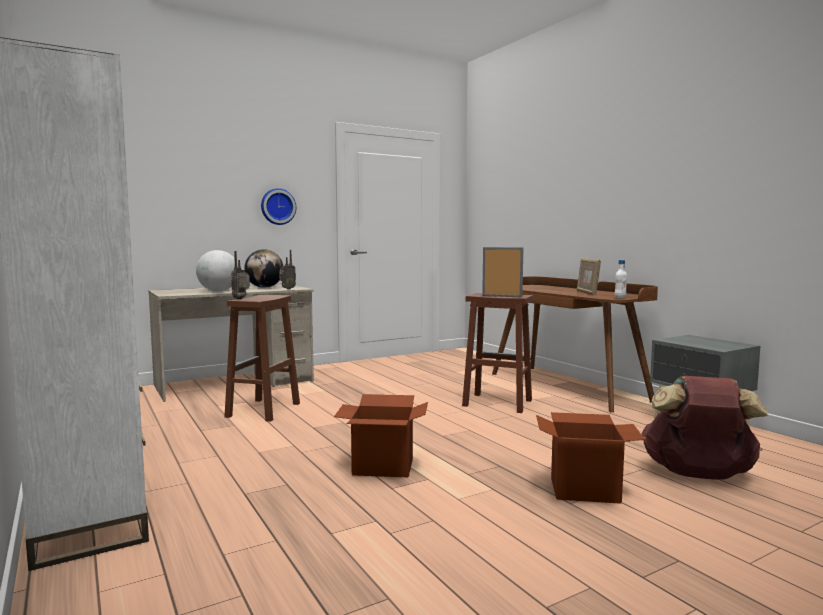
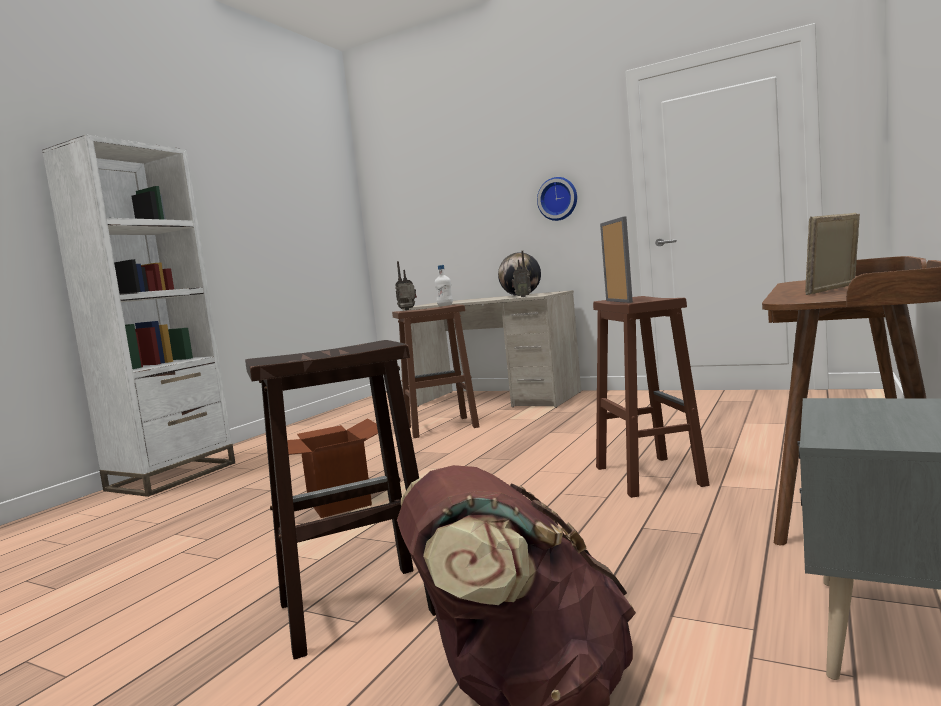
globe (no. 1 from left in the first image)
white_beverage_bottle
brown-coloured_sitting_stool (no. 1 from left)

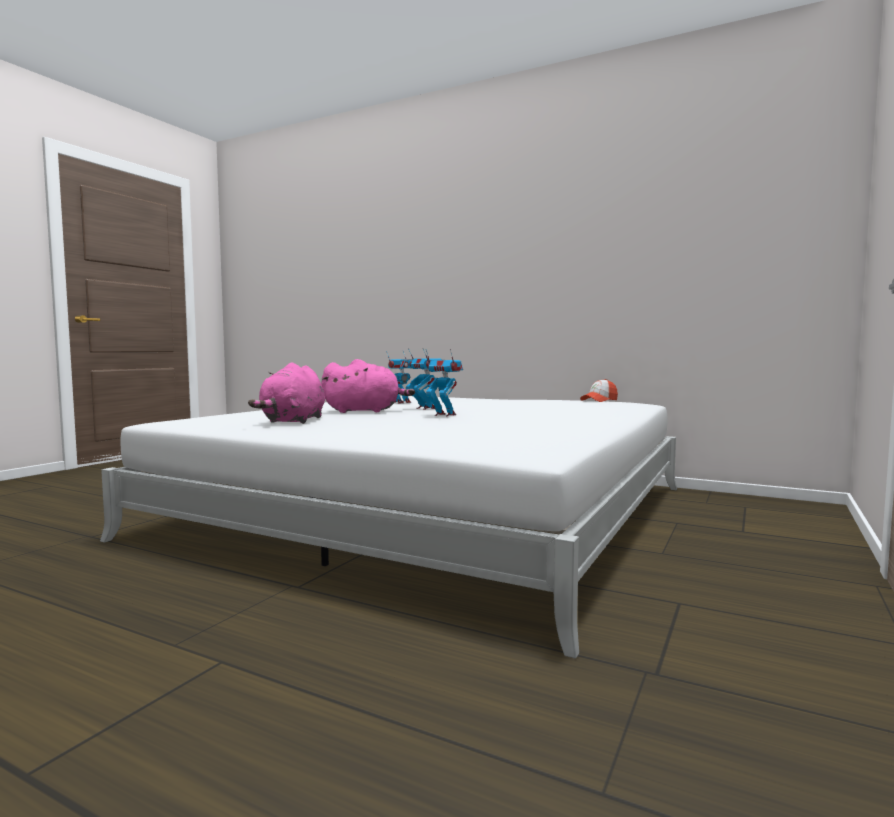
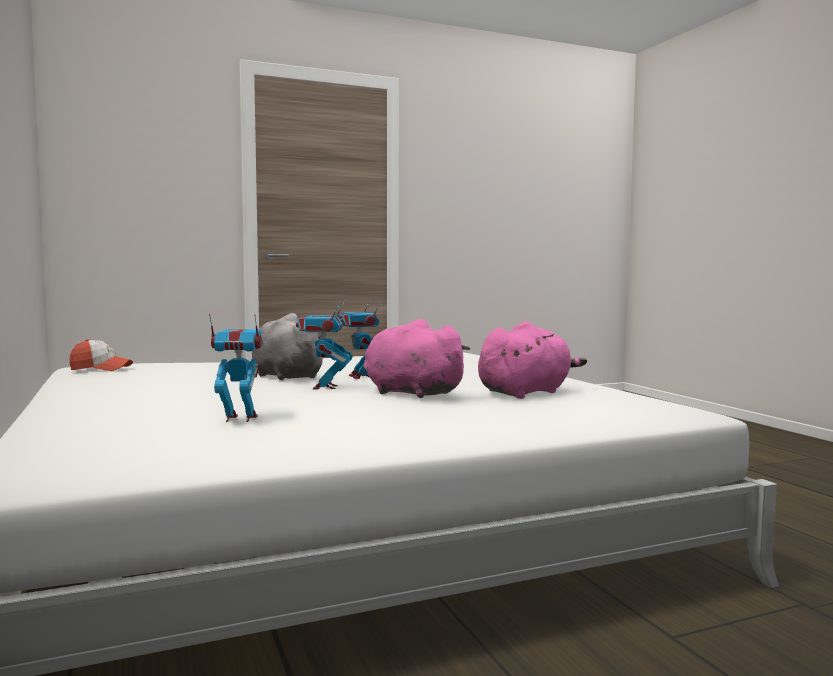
greyish_plush_toy

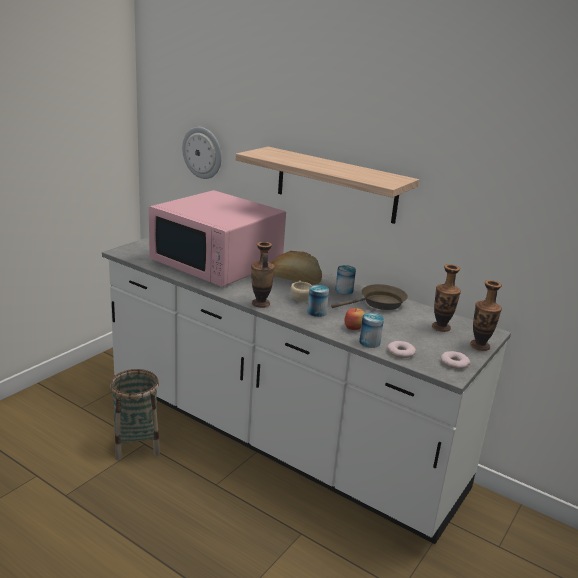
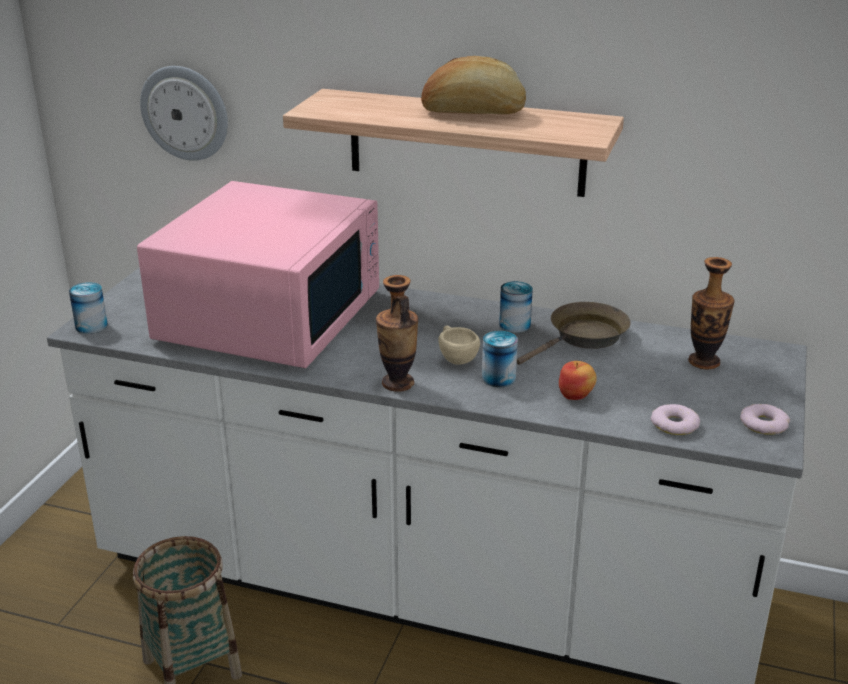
flower_vase (no. 3 from left in the first image)
baked_bread
sealed_can (no. 1 from left)
pink_microwave

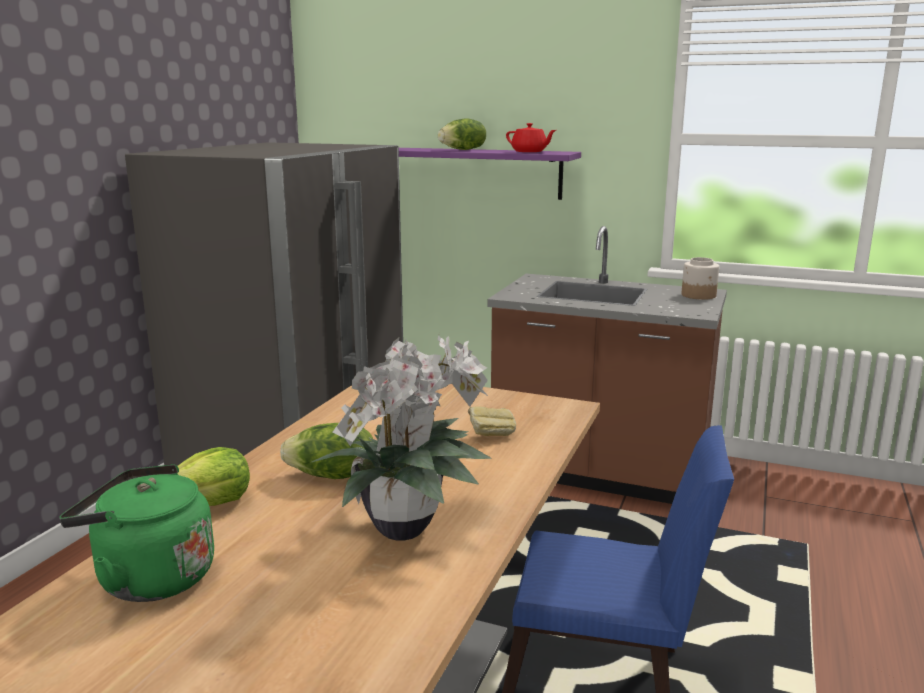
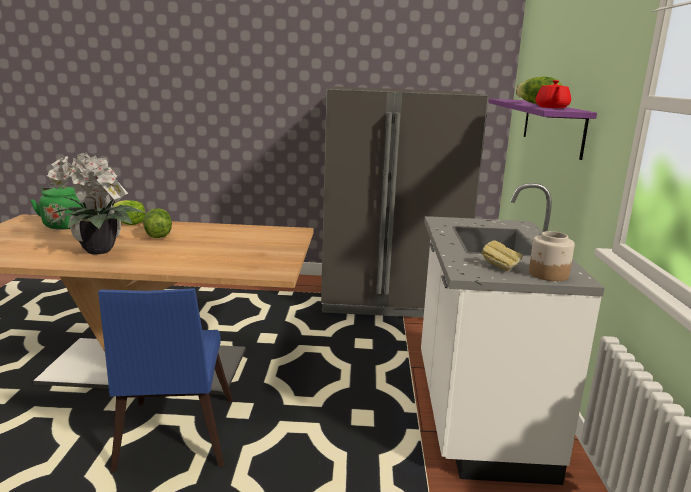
baked_bread
white_kitchen_counter

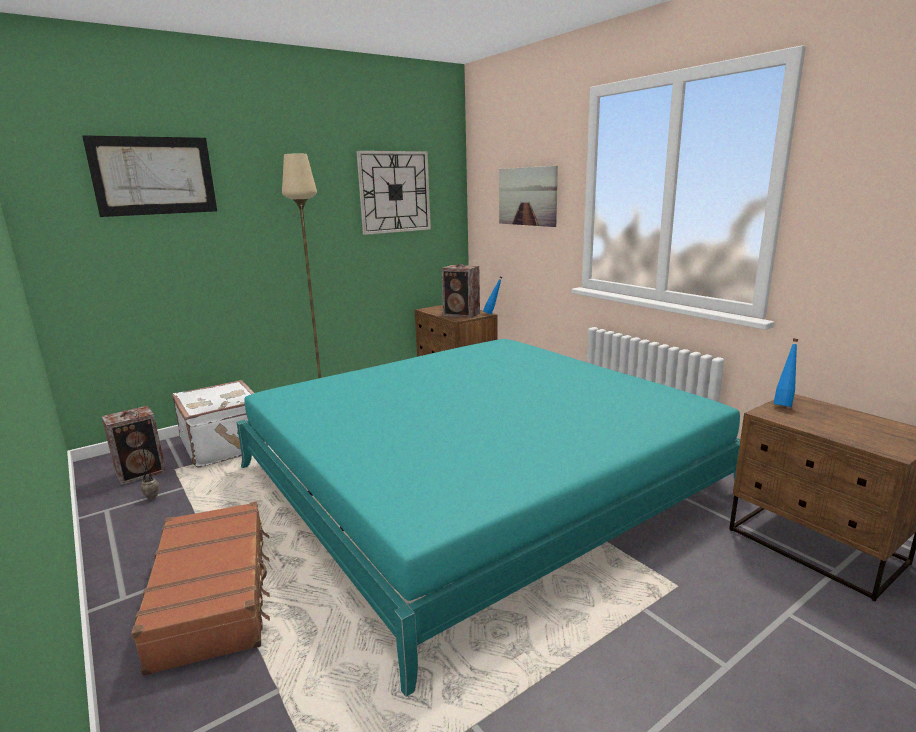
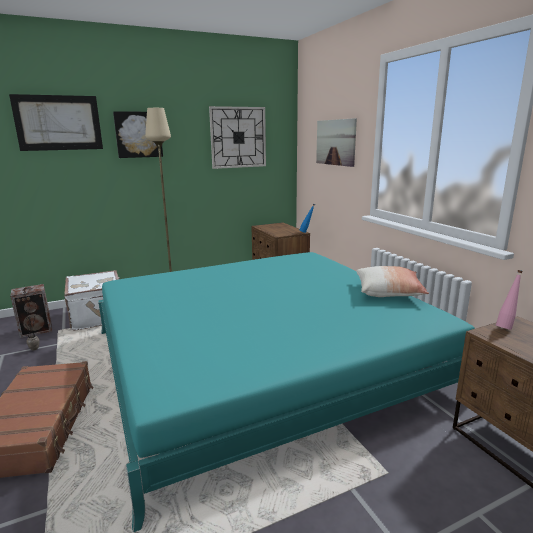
speaker (no. 2 from left in the first image)
picture (no. 2 from left)
throw_pillow
pink_beverage_bottle

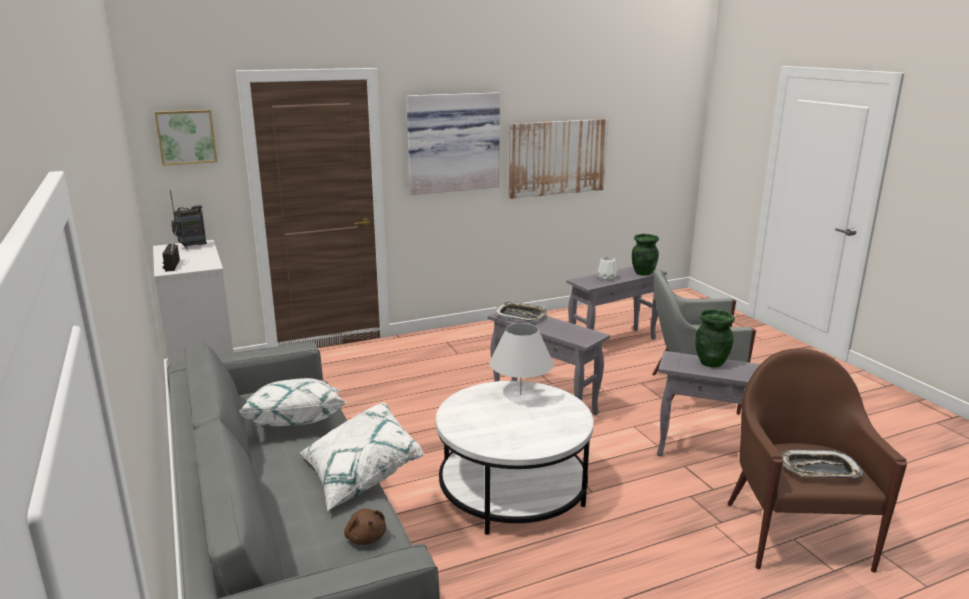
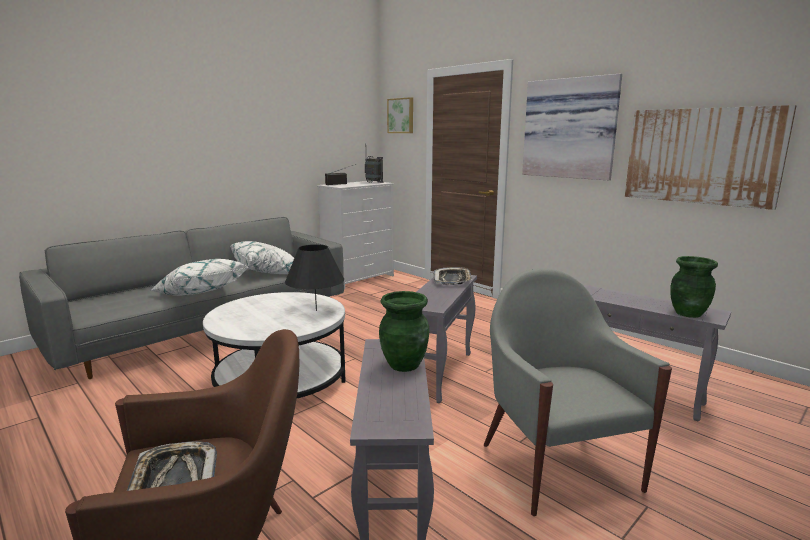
brown-coloured_plush_toy
white_flower_vase
black_tabletop_lamp

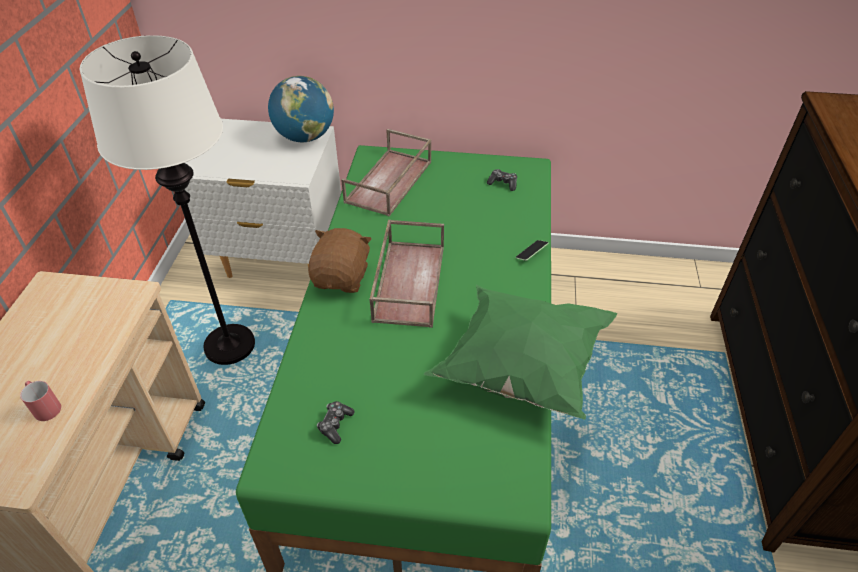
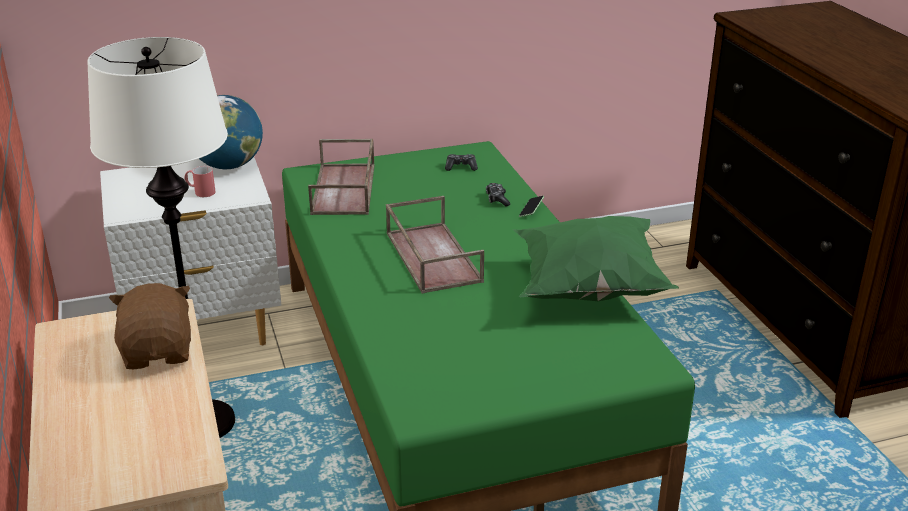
red-coloured_coffee_mug
brown-coloured_plush_toy
game_controller (no. 2 from left)

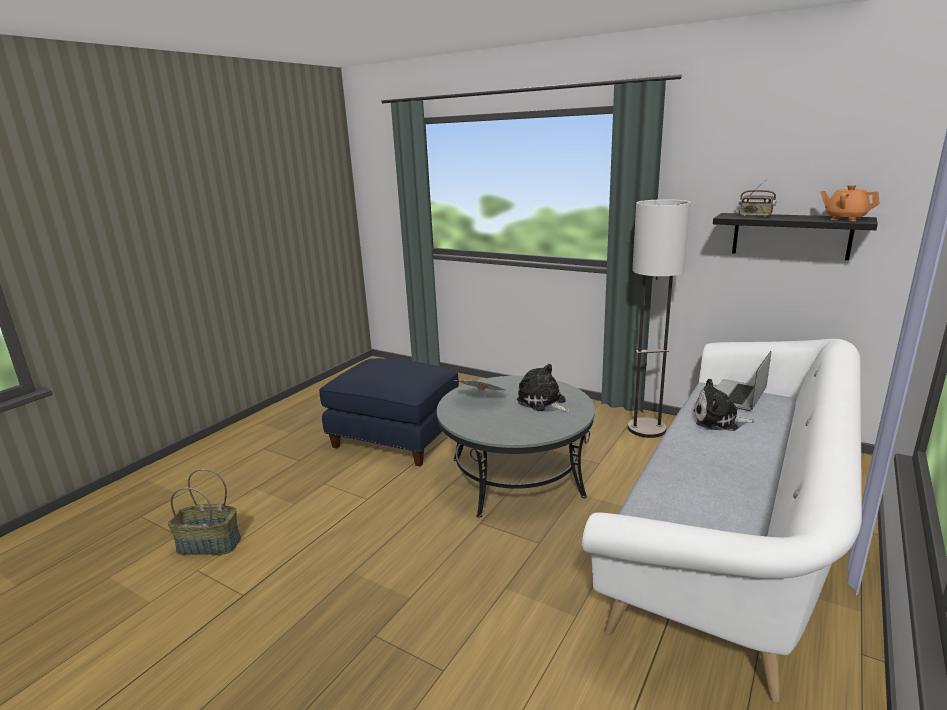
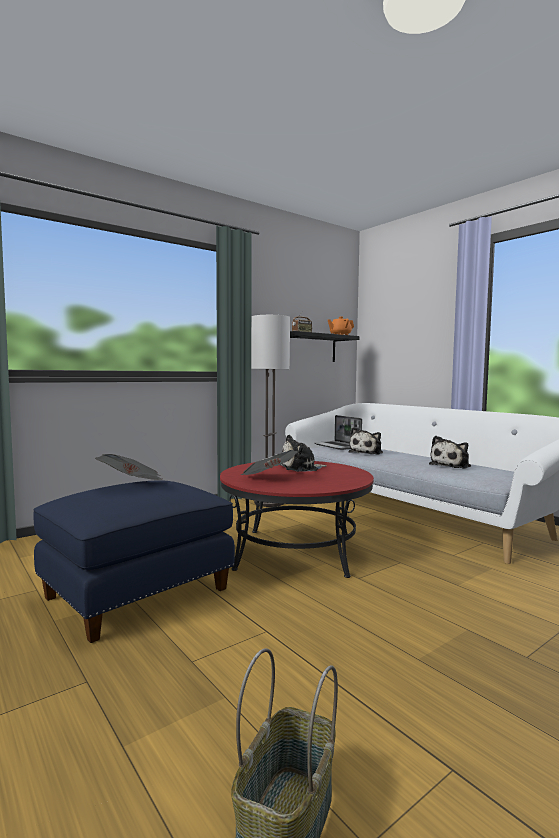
newspaper (no. 1 from left)
plush_toy (no. 3 from left)
red-coloured_coffee_table

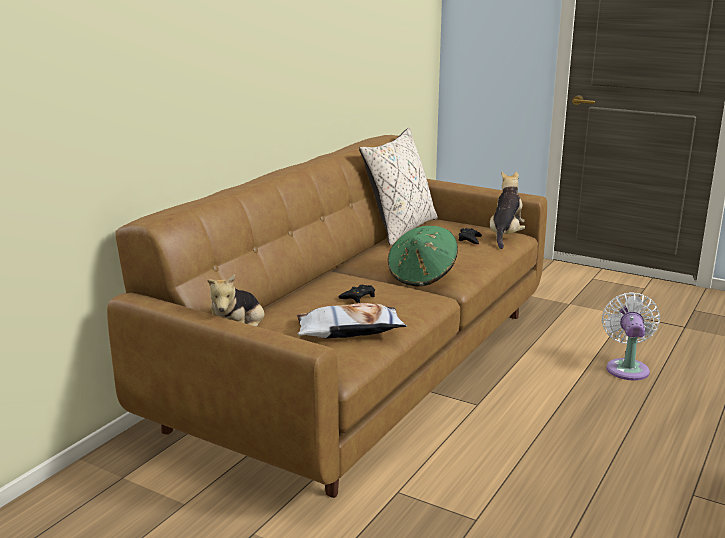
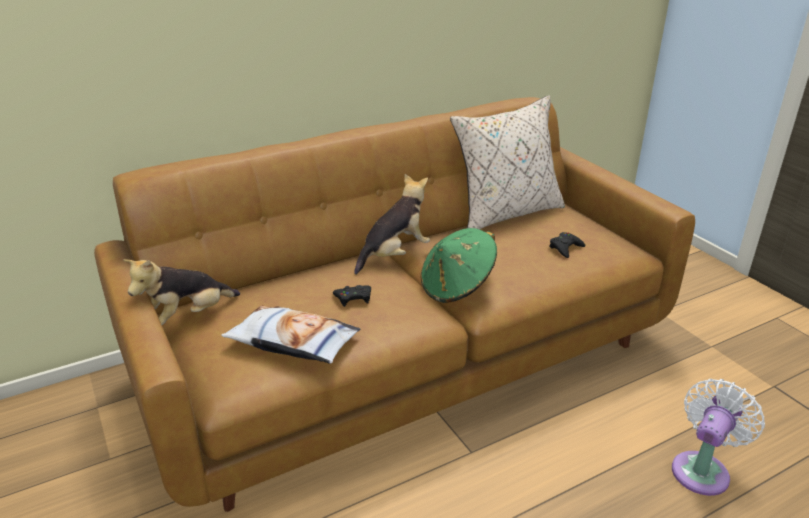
plush_toy (no. 2 from left)

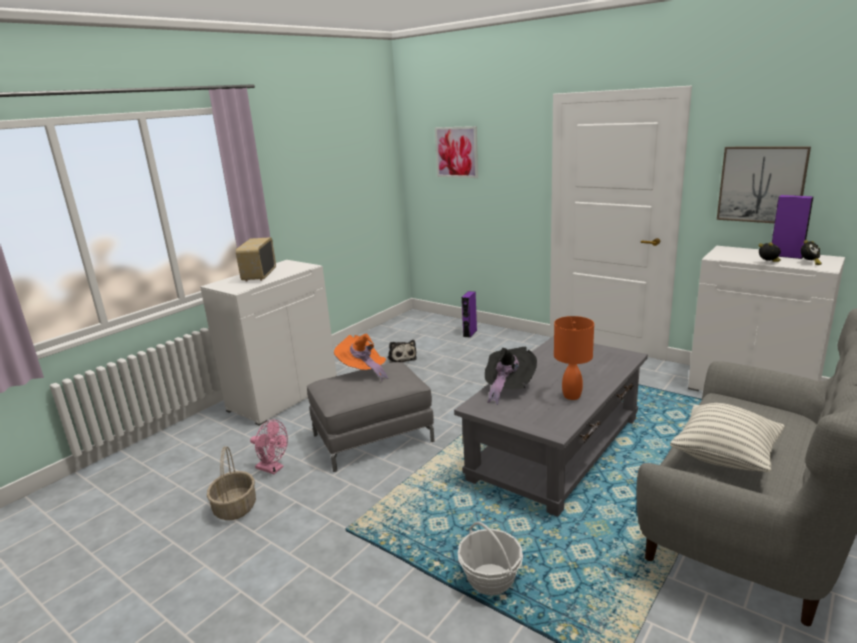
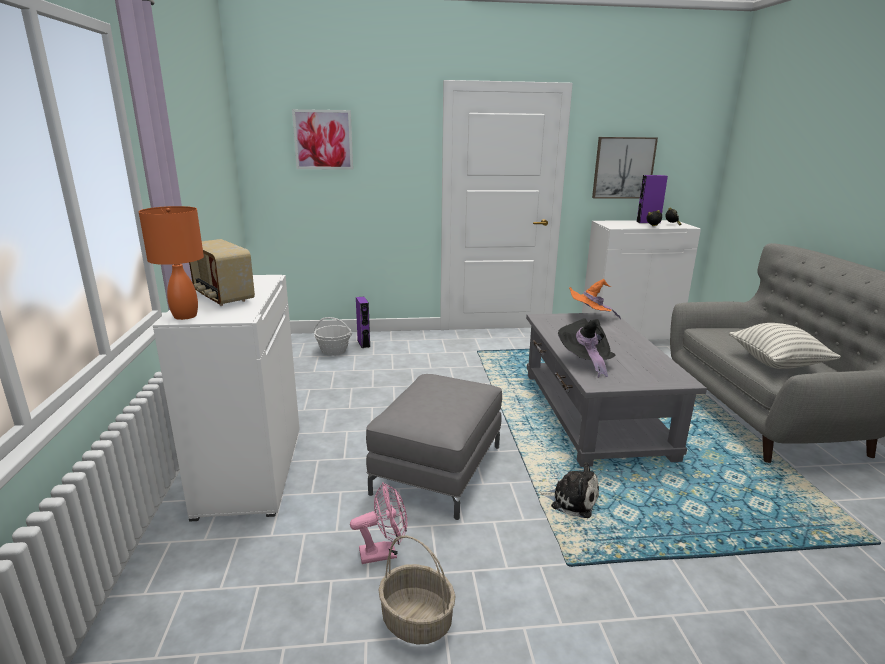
orange_wearable_hat
plush_toy
storage_basket (no. 1 from left)
orange_tabletop_lamp

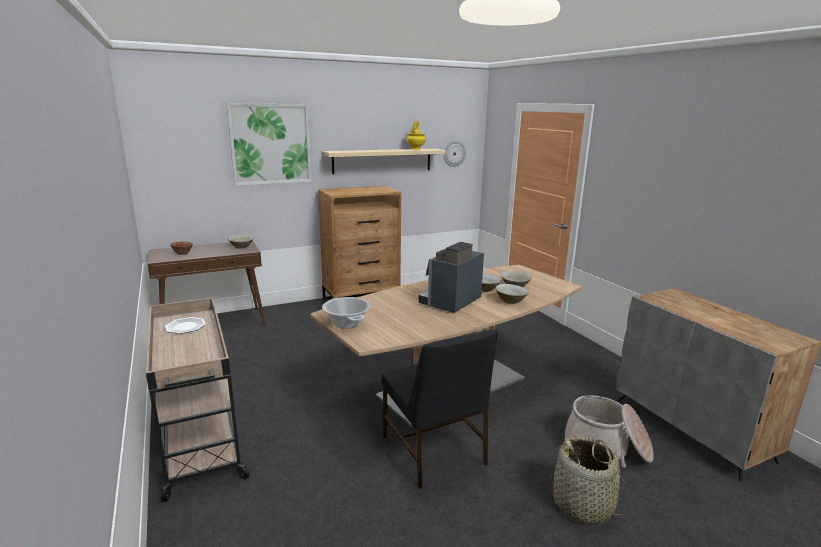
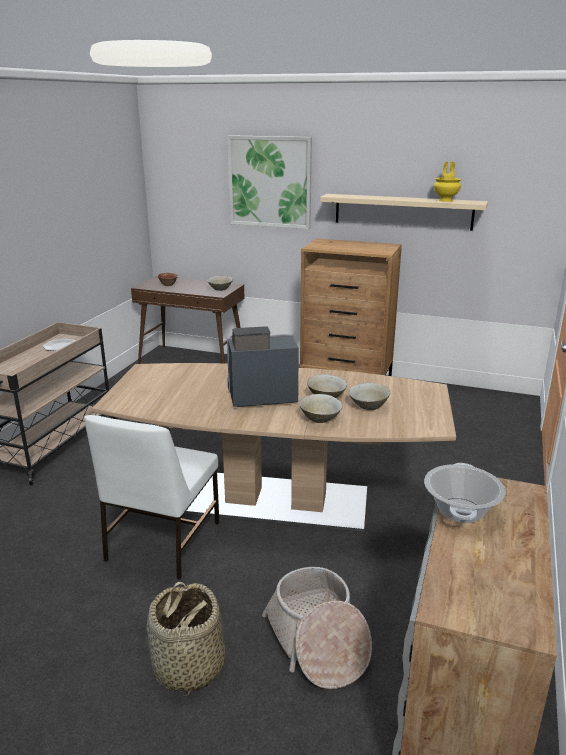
hanging_clock
stockpot
white_plain_chair

